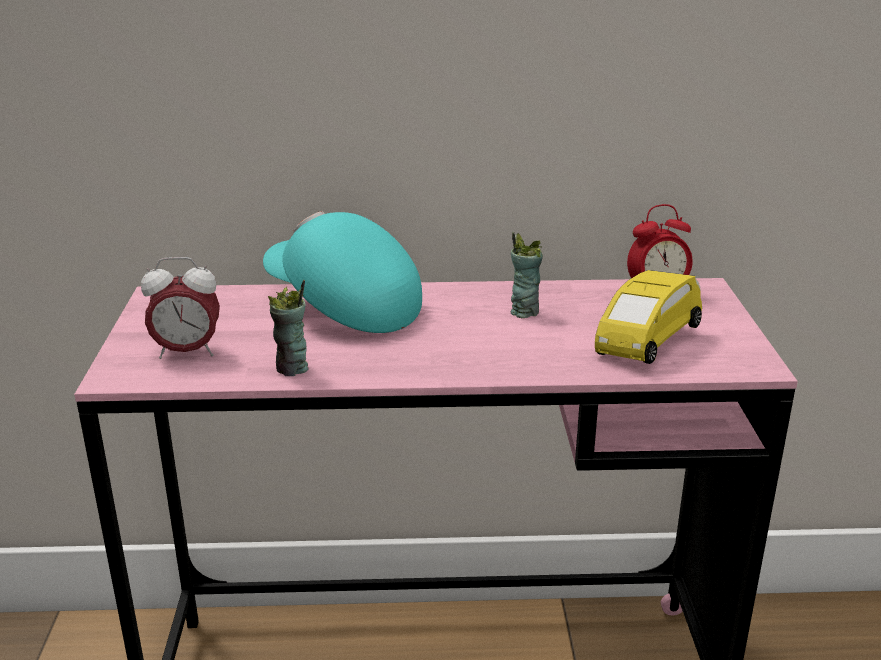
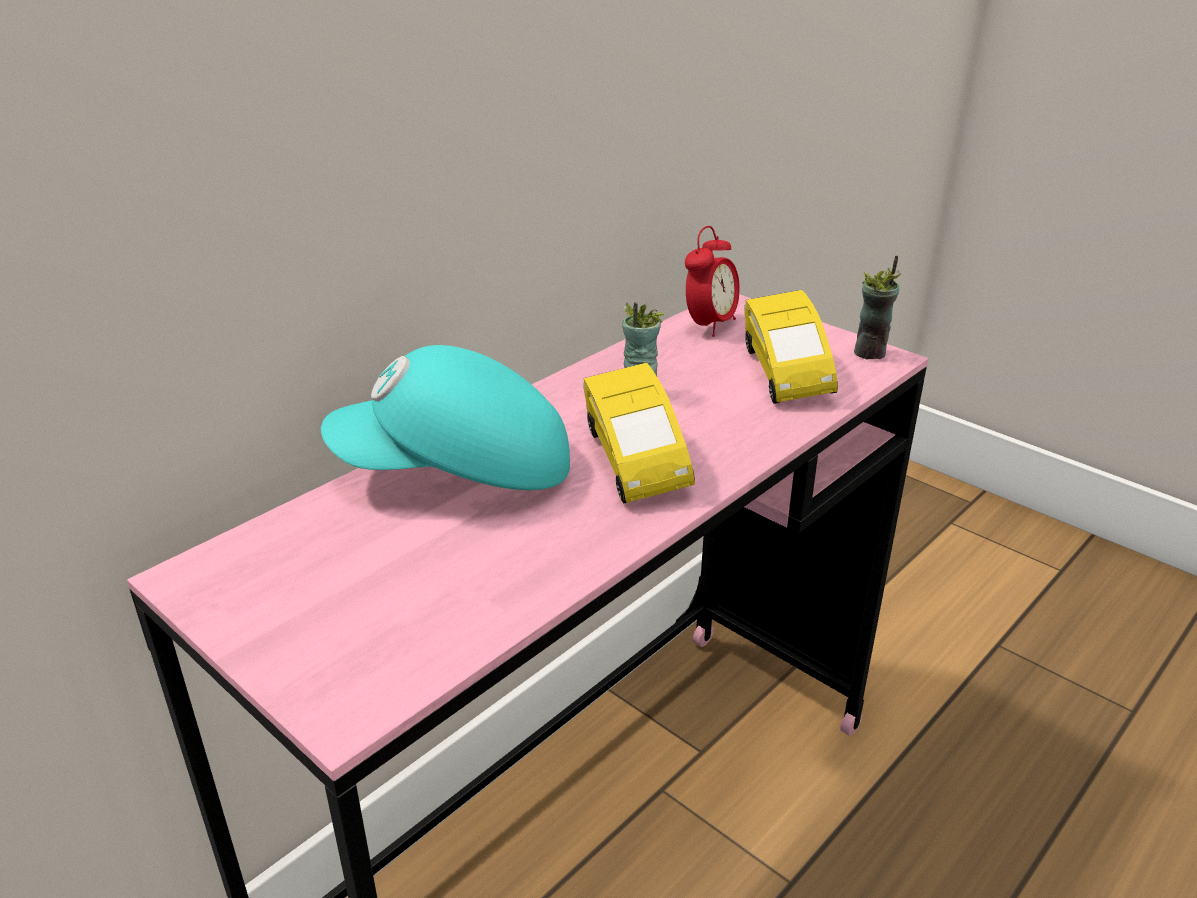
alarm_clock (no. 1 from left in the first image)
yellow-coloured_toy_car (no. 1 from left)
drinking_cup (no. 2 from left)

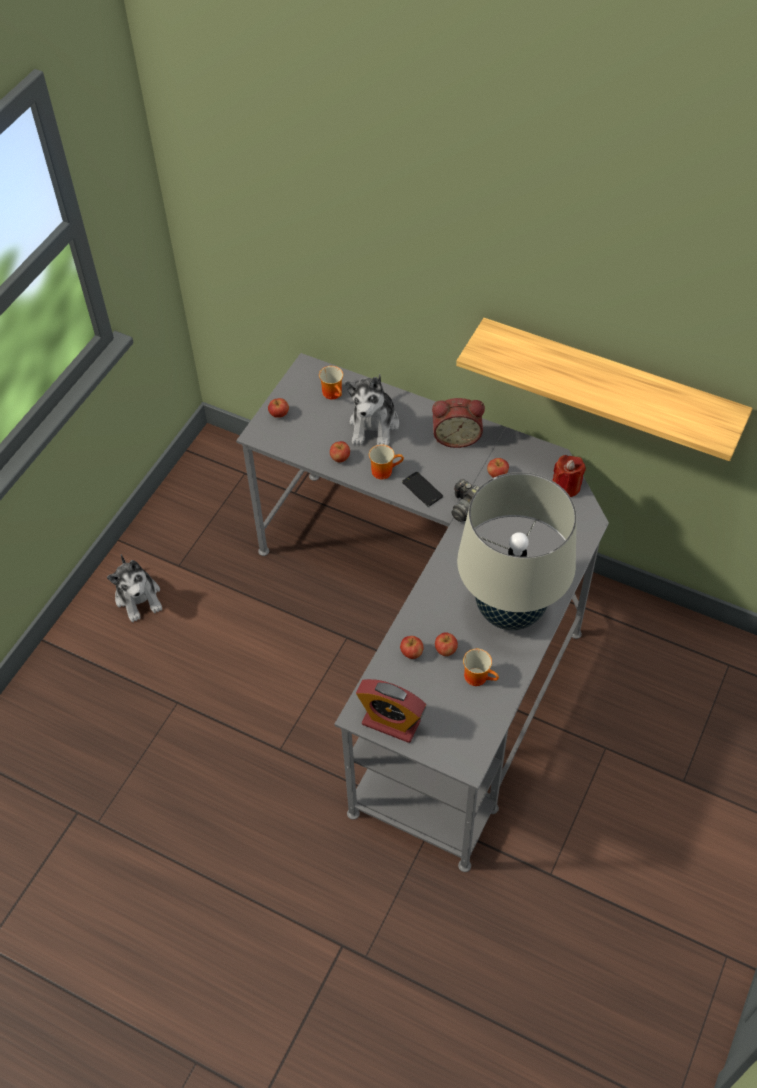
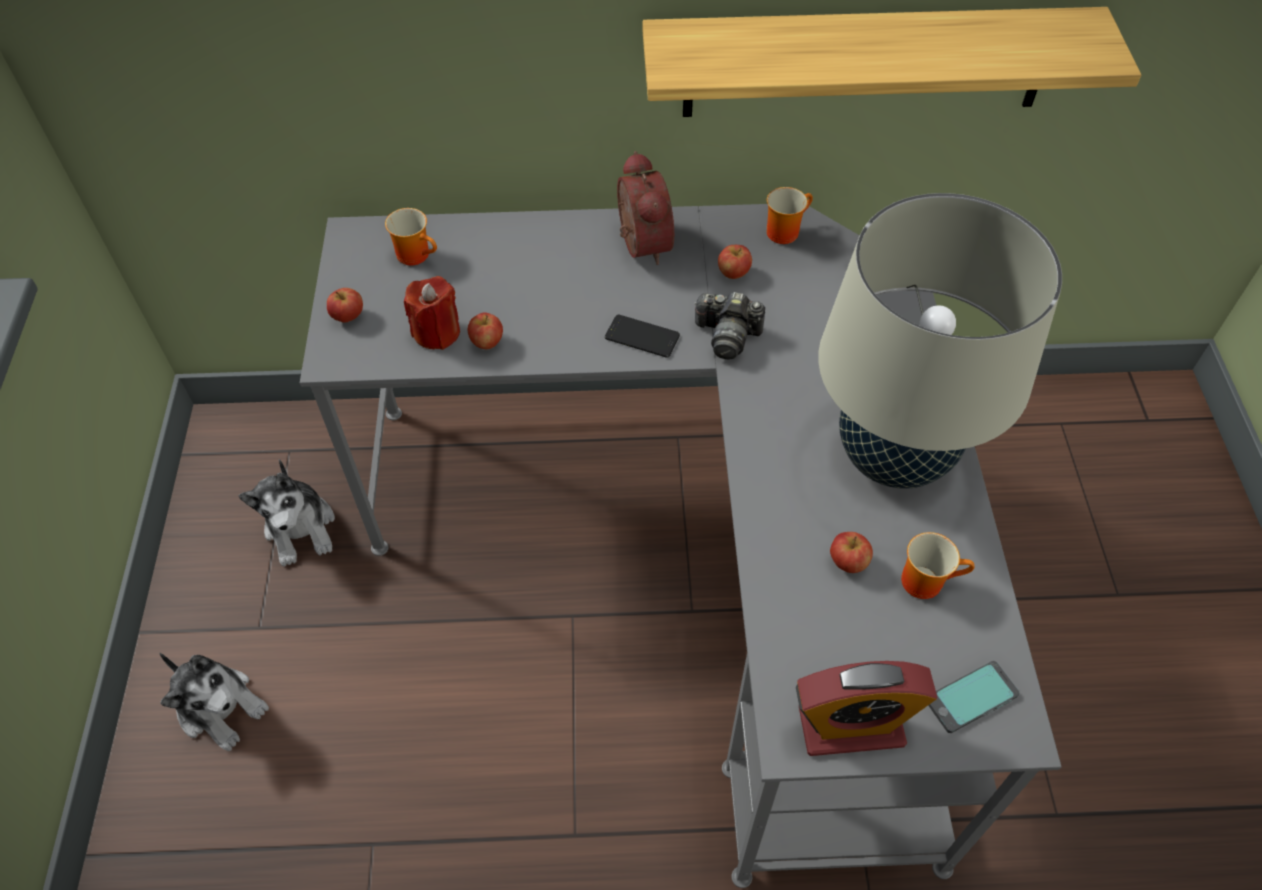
apple (no. 3 from left in the first image)
telephone (no. 2 from left)
plush_toy (no. 2 from left)
coffee_mug (no. 2 from left)
red-coloured_wax_candle
alarm_clock (no. 1 from left)

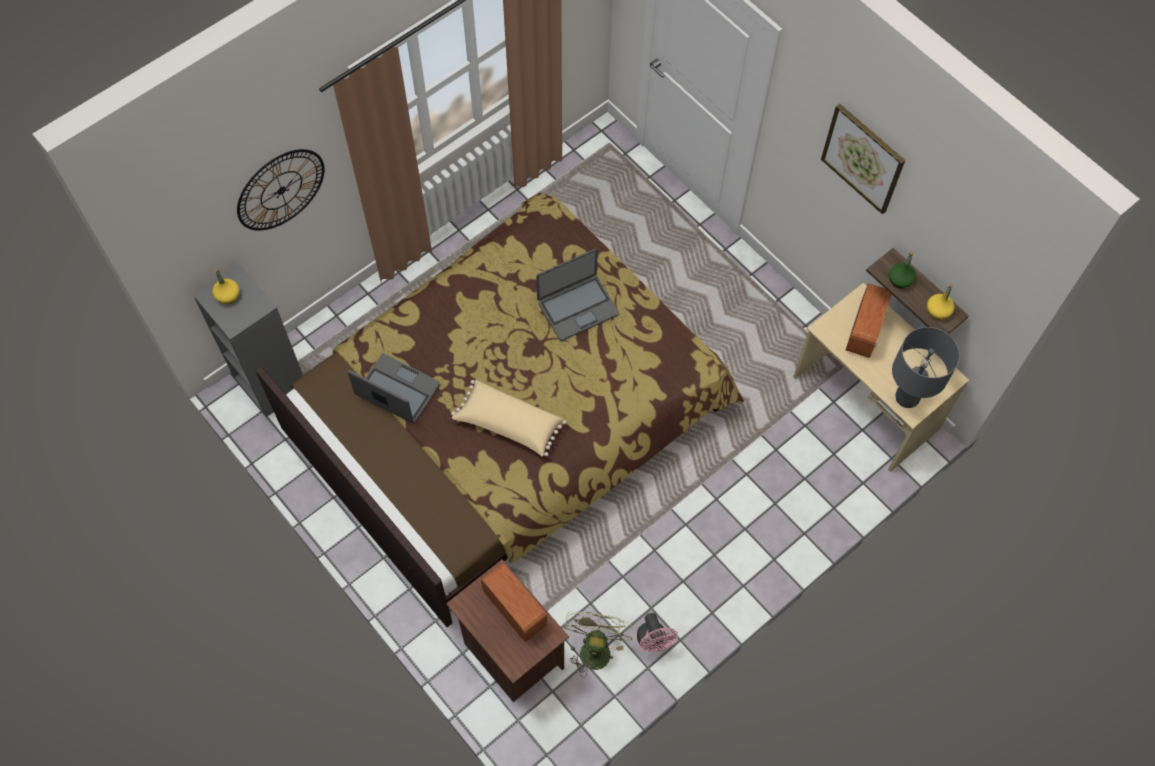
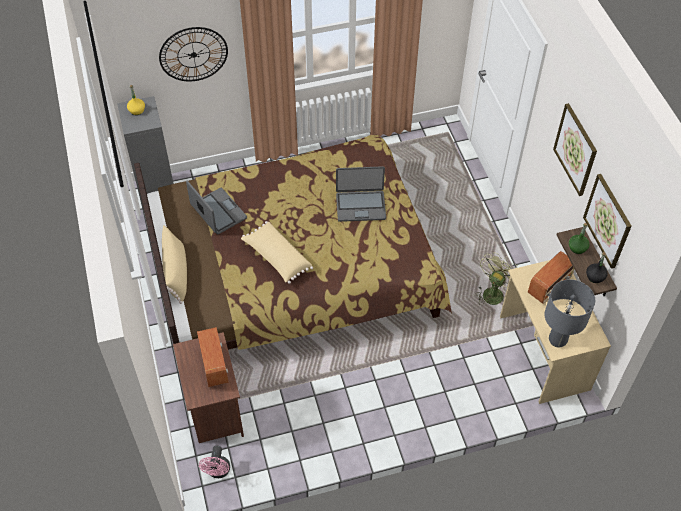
sand-coloured_throw_pillow (no. 1 from left)
picture (no. 2 from left)
green_electric_fan
pink_electric_fan
black_beverage_bottle

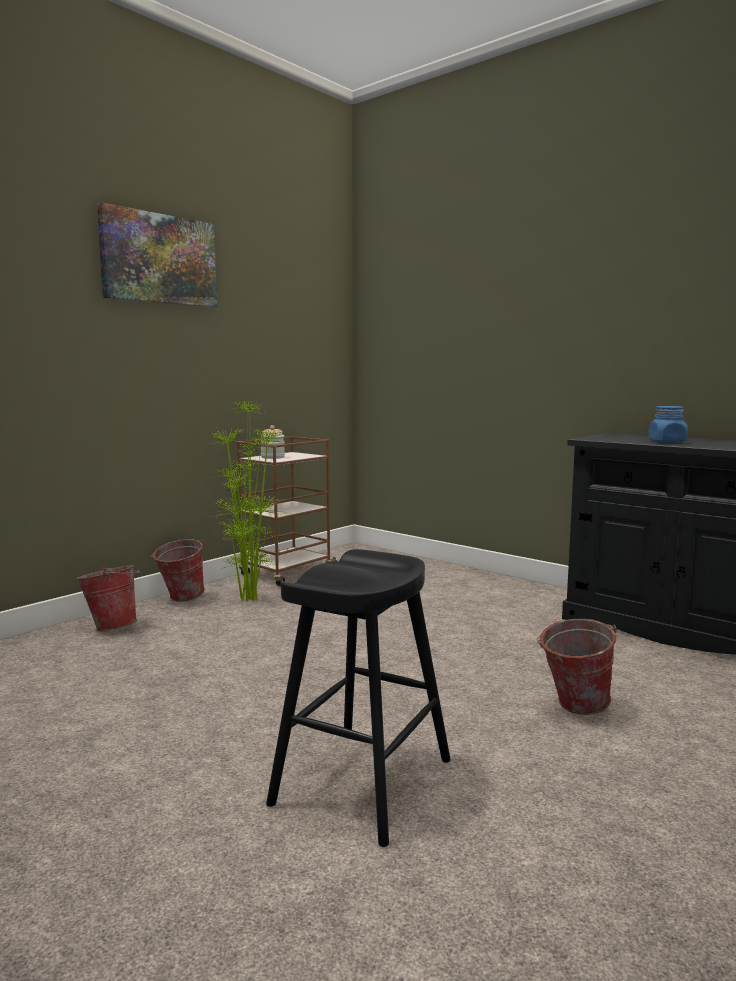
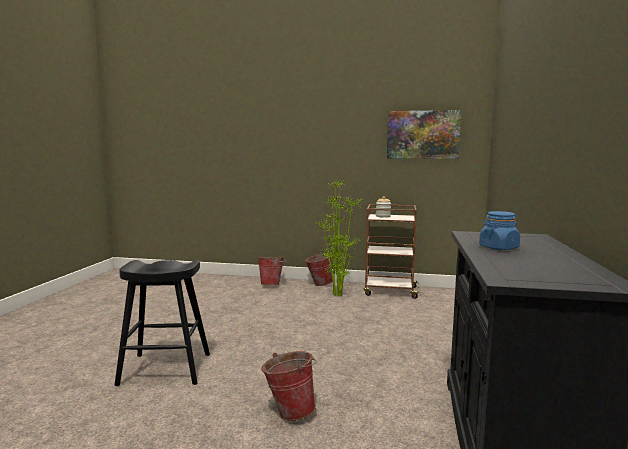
picture

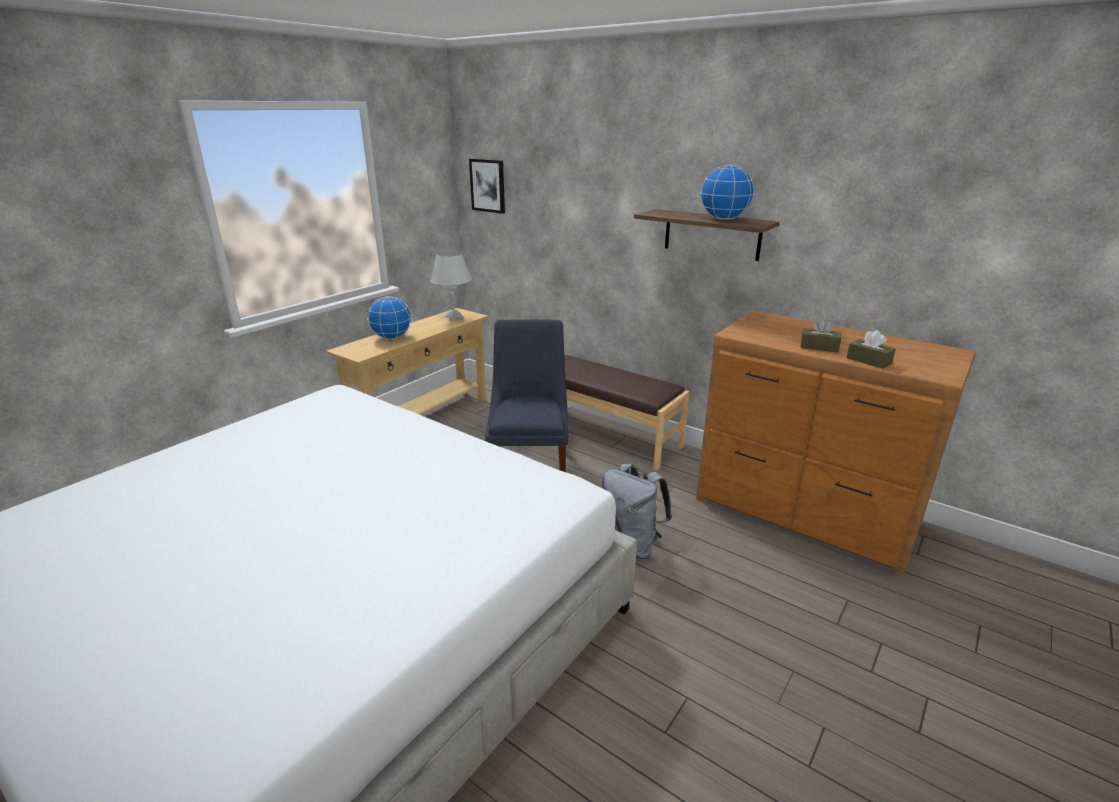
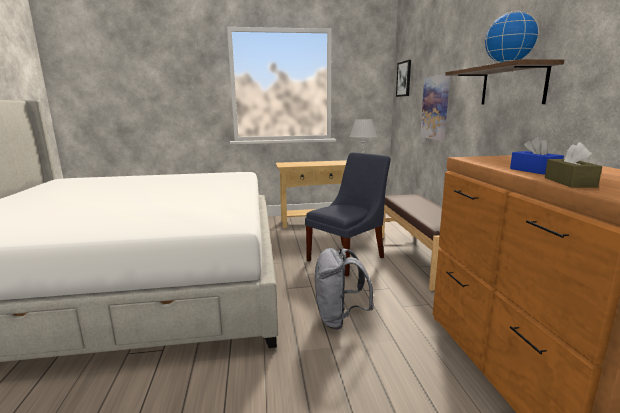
globe (no. 1 from left in the first image)
picture (no. 2 from left)
bluish_tissue_box

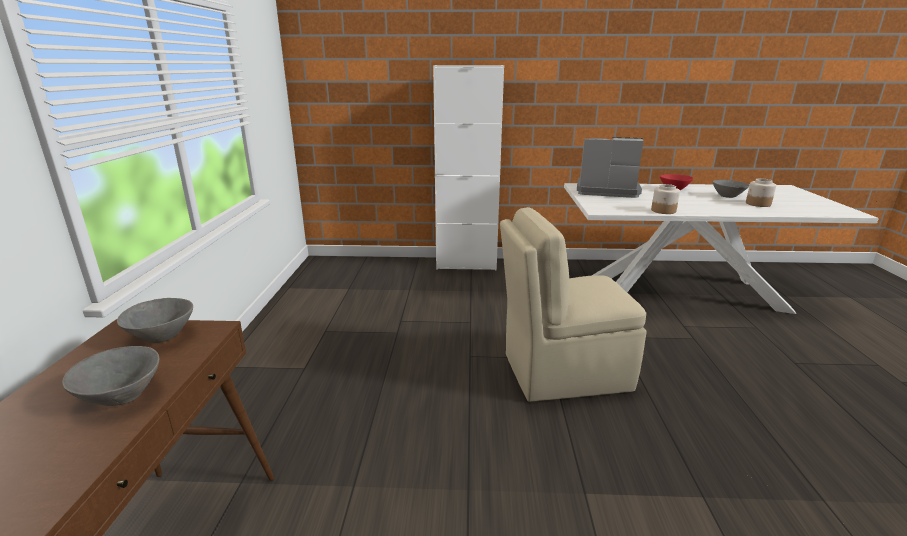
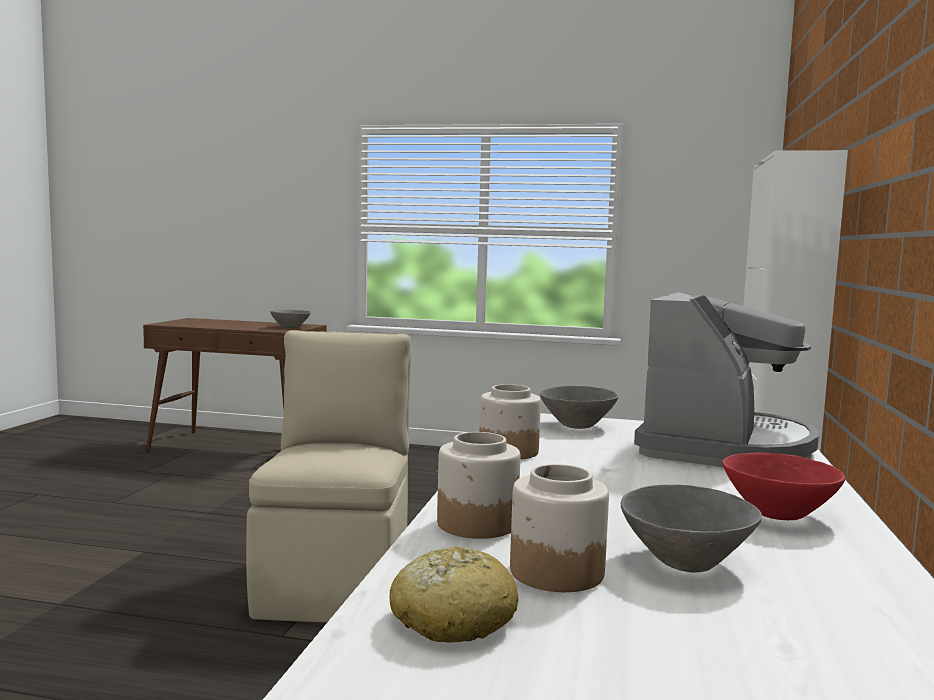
baked_bread
jar (no. 1 from left)
greyish_bowl (no. 2 from left)

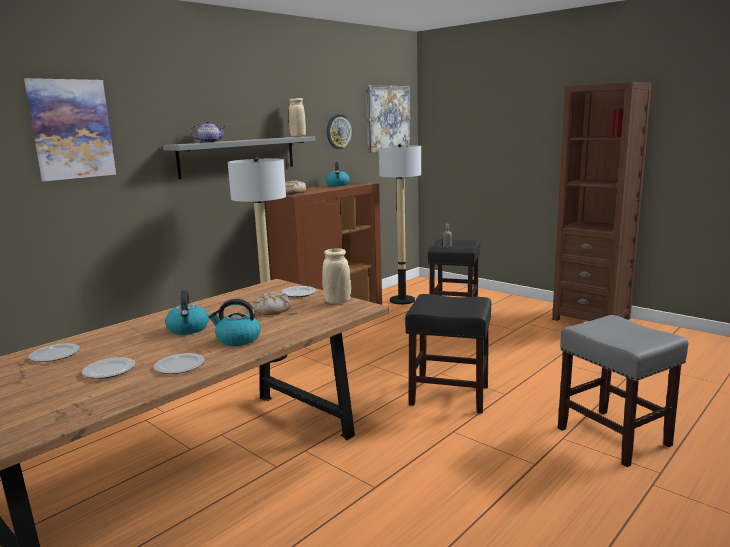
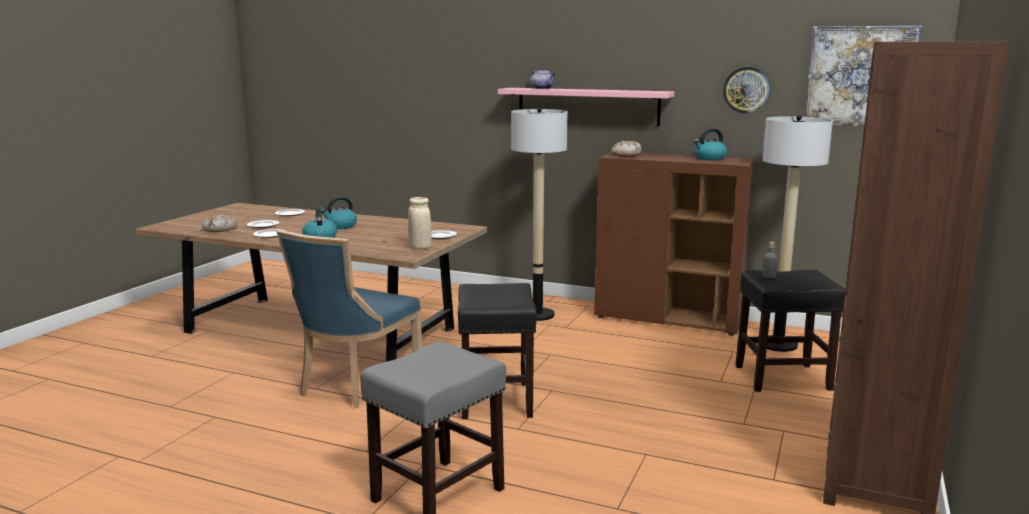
picture (no. 1 from left in the first image)
sand-coloured_flower_vase (no. 1 from left in the first image)
bluish_plain_chair
baked_bread (no. 1 from left)
pink_shelf

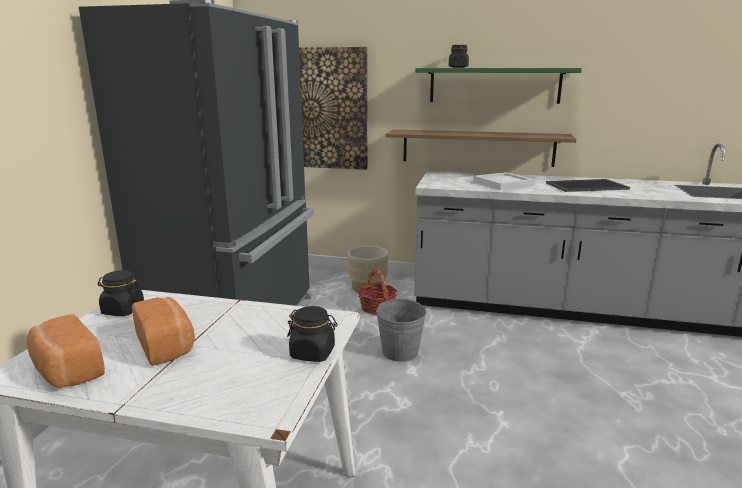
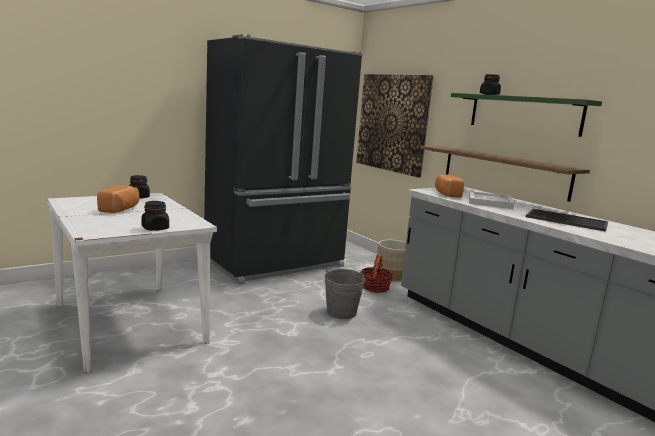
baked_bread (no. 2 from left)

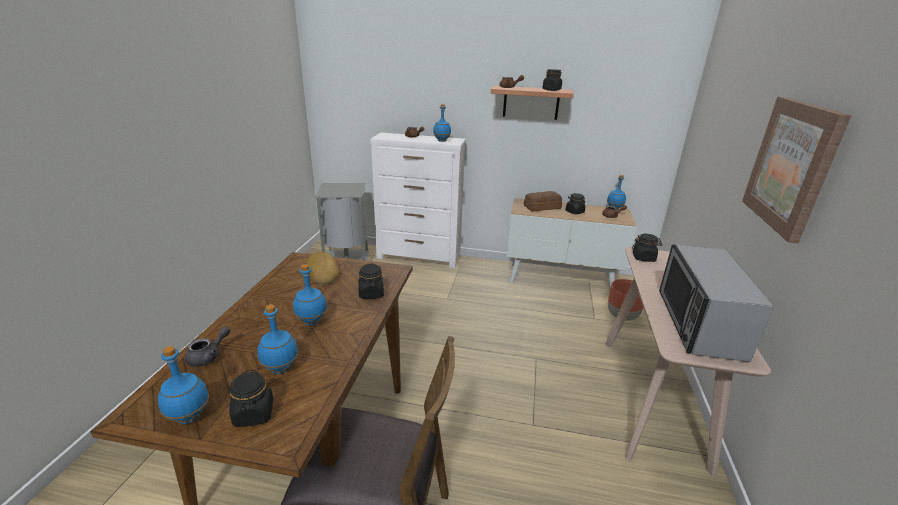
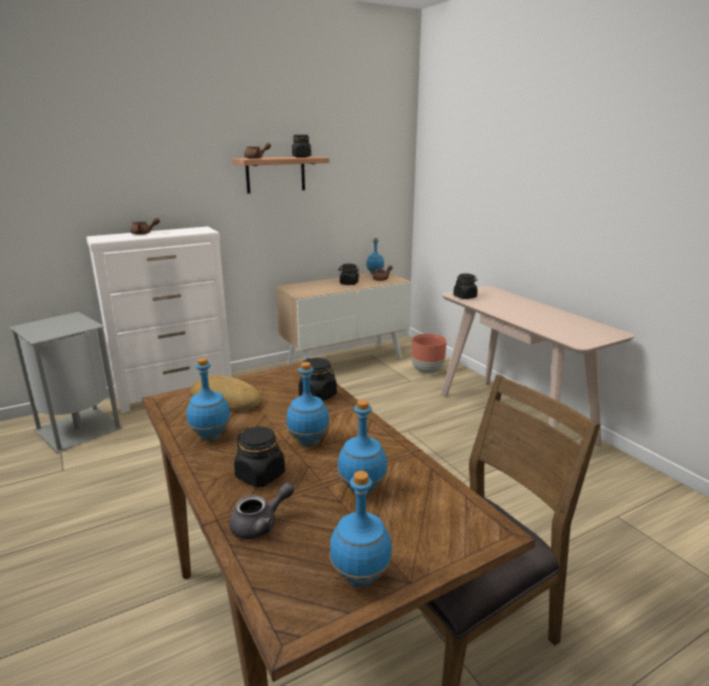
baked_bread (no. 2 from left in the first image)
microwave
picture
black_jar (no. 1 from left)
bluish_beverage_bottle (no. 1 from left)
greyish_pot_for_tea

